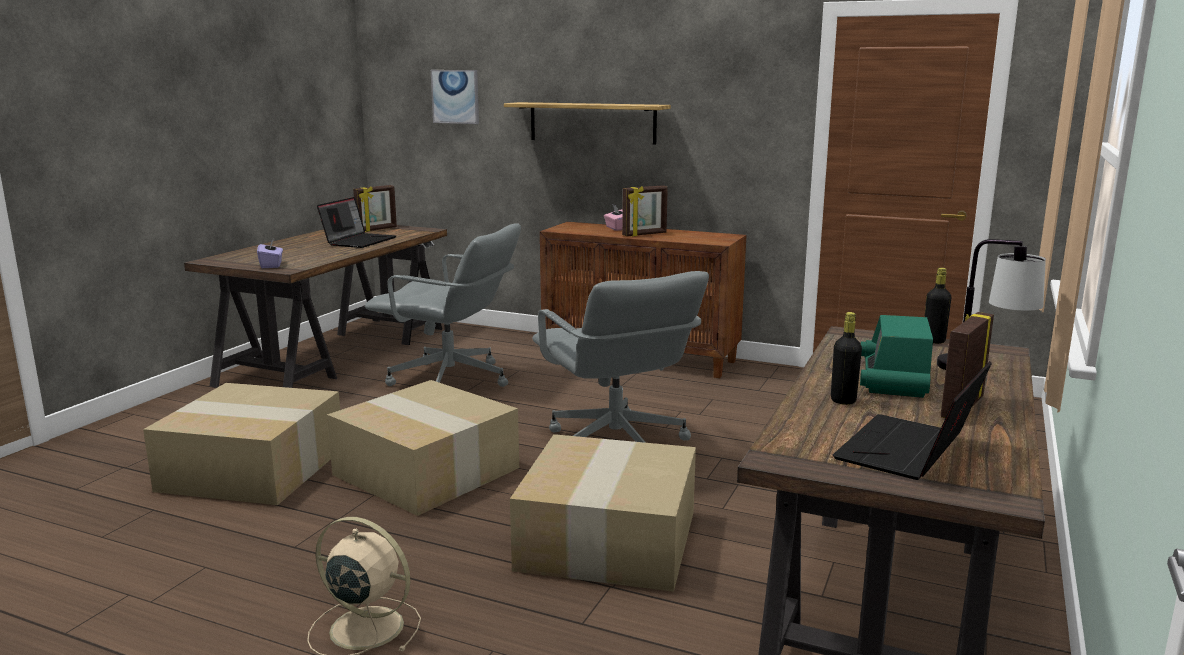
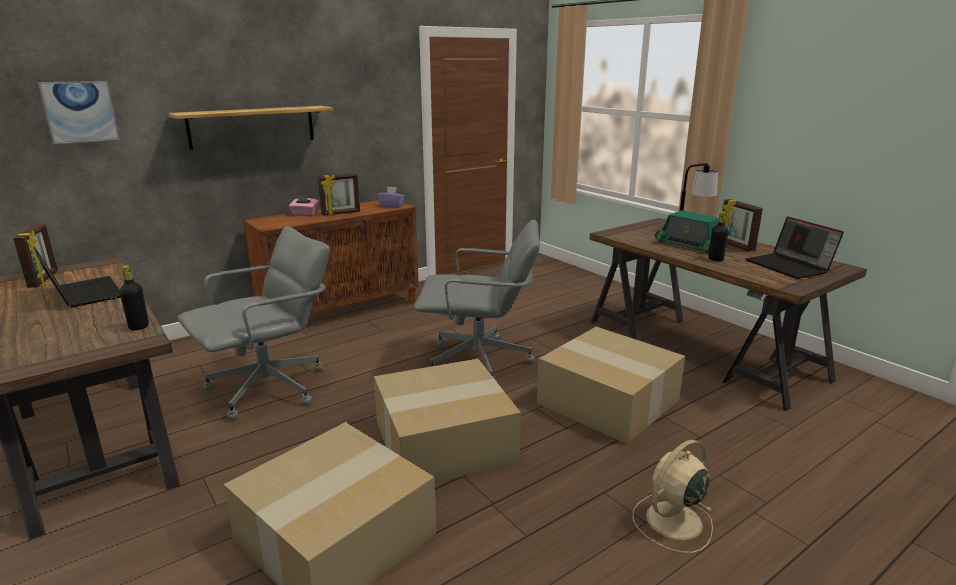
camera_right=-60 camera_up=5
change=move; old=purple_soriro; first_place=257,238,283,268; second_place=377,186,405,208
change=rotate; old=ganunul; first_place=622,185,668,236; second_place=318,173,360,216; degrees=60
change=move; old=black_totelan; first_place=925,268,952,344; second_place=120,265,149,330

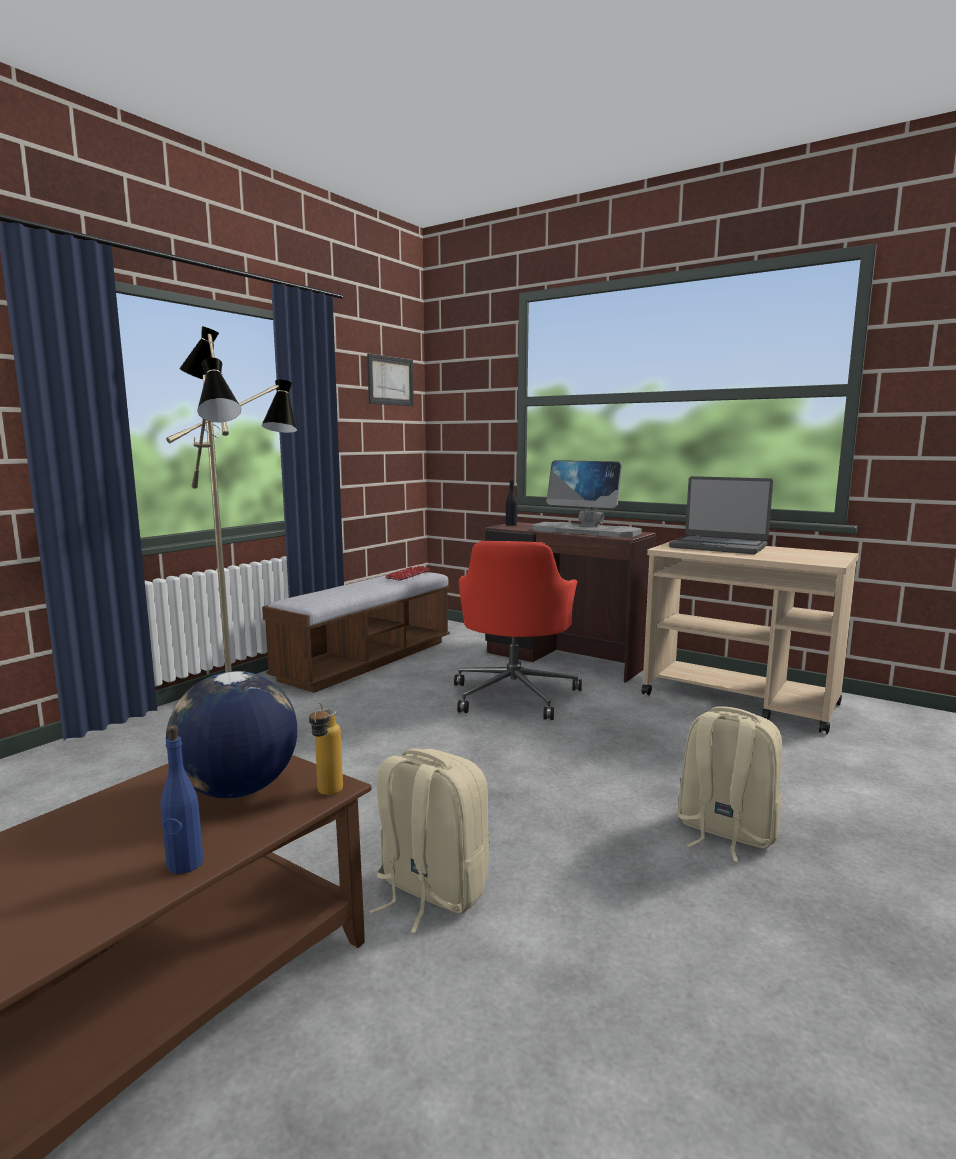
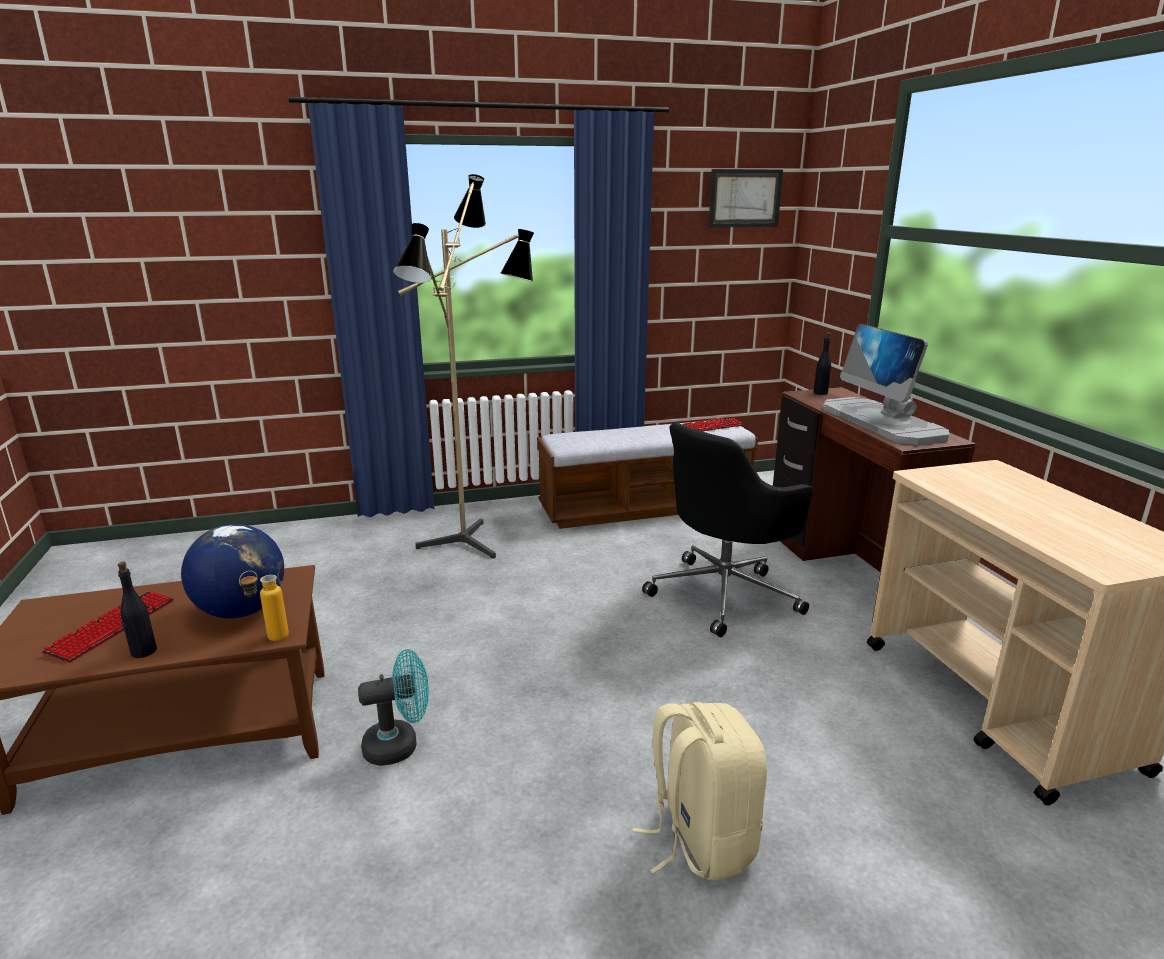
camera_right=40 camera_up=10
change=recolor; old=blue_totelan; new=black_totelan; first_place=161,725,204,874; second_place=118,562,157,658
change=replace; old=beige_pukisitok; new=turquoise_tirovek; first_place=369,748,490,934; second_place=358,649,429,766
change=recolor; old=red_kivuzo; new=black_kivuzo; first_place=454,541,582,720; second_place=642,422,814,637
change=delete; old=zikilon; first_place=669,476,773,554
change=insert; new=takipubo; second_place=42,591,174,663

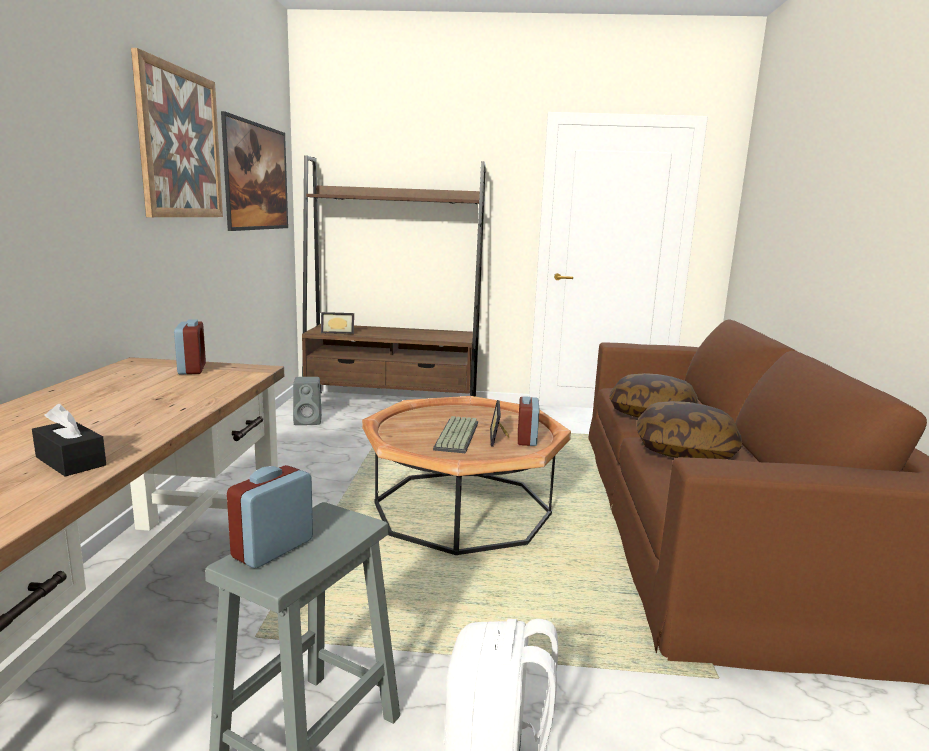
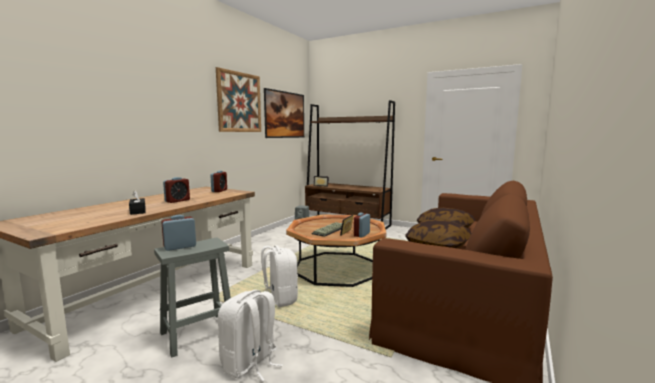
camera_right=25 camera_up=-5
change=insert; new=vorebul; second_place=163,177,190,203
change=insert; new=white_pukisitok; second_place=261,245,298,307

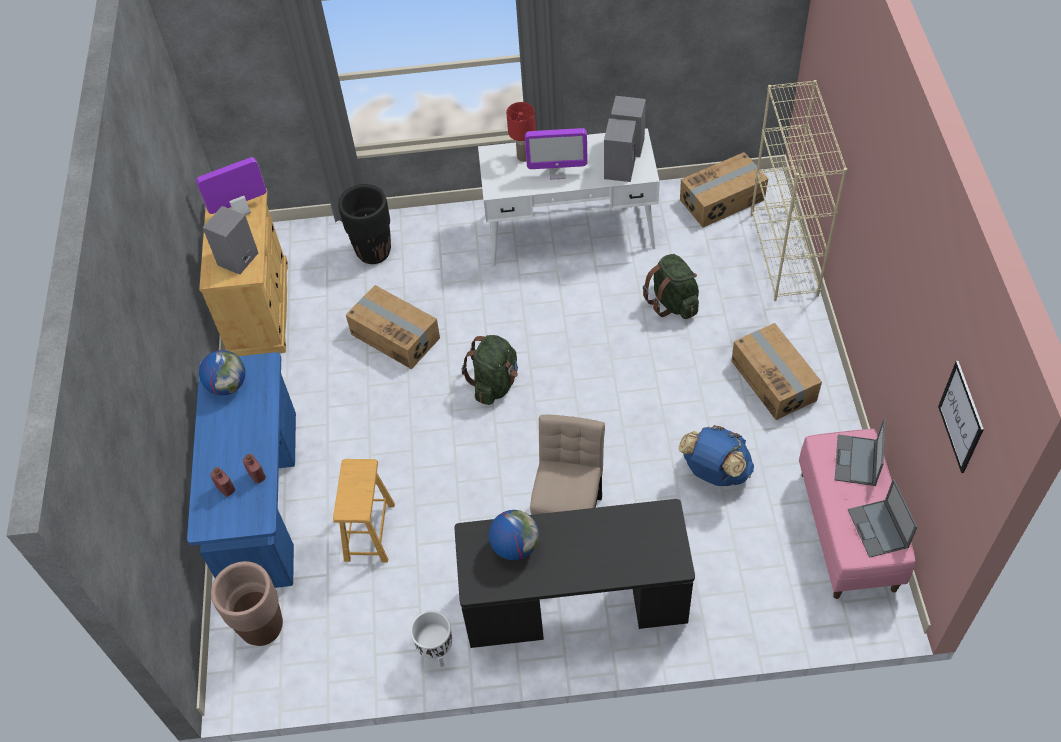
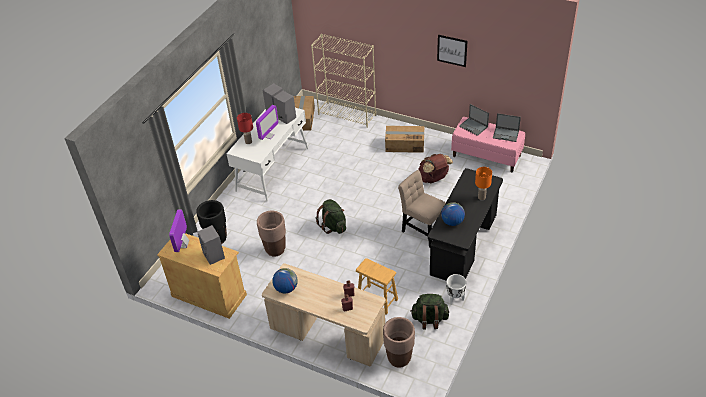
camera_right=-60 camera_up=-10
change=recolor; old=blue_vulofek; new=beige_vulofek; first_place=187,352,296,588; second_place=262,263,386,367
change=replace; old=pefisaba; new=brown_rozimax; first_place=346,285,440,369; second_place=257,211,286,257
change=move; old=green_pukisitok; first_place=643,254,699,319; second_place=410,294,449,329
change=recolor; old=blue_pukisitok; new=brown_pukisitok; first_place=678,425,754,486; second_place=418,154,453,183
change=move; old=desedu; first_place=938,361,984,473; second_place=437,35,468,67
change=insert; new=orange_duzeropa; second_place=475,167,492,200

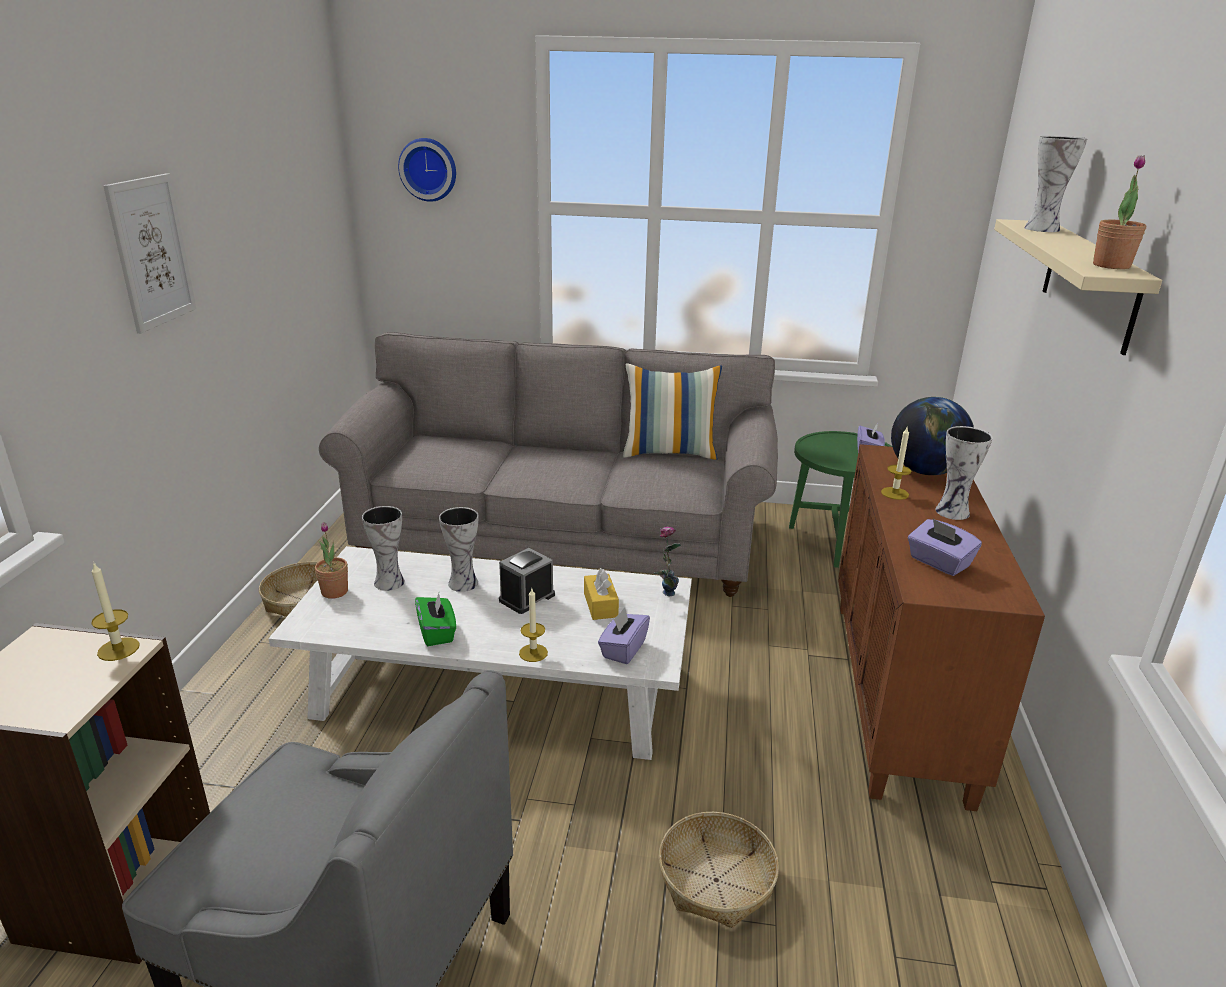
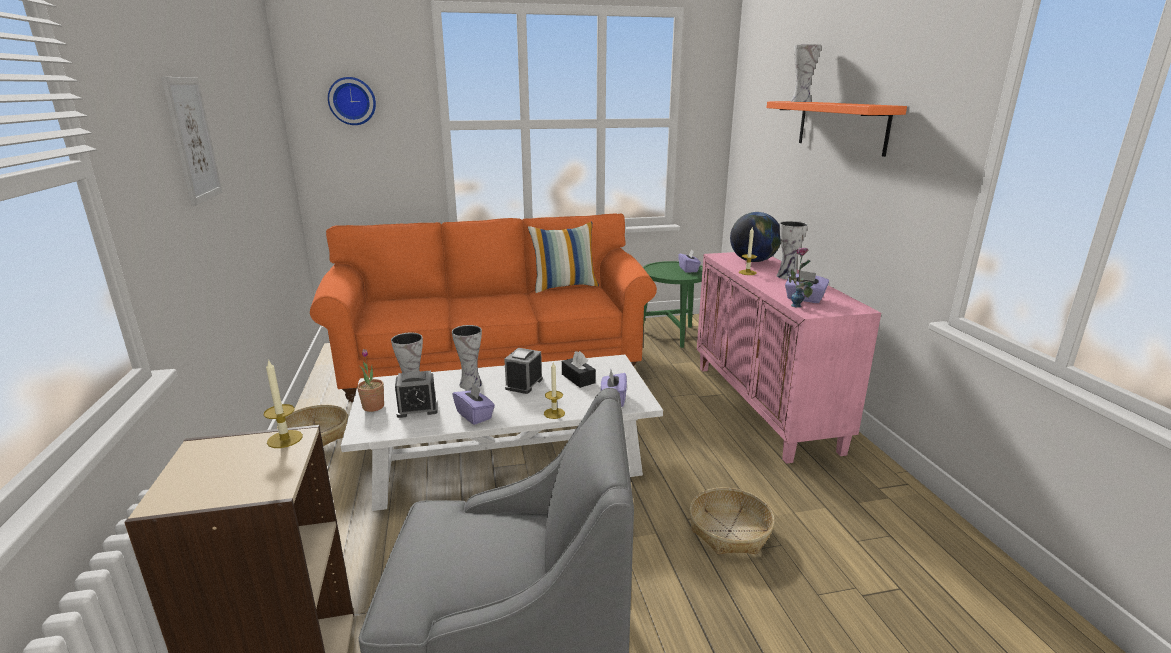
camera_right=-20 camera_up=-5
change=recolor; old=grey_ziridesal; new=orange_ziridesal; first_place=319,332,778,597; second_place=310,213,657,402
change=recolor; old=green_soriro; new=purple_soriro; first_place=415,593,456,646; second_place=452,384,495,425
change=recolor; old=yellow_soriro; new=black_soriro; first_place=584,568,619,620; second_place=562,351,596,388
change=move; old=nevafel; first_place=654,527,681,596; second_place=789,247,813,308
change=recolor; old=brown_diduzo; new=pink_diduzo; first_place=838,444,1045,811; second_place=697,252,881,464
change=recolor; old=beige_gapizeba; new=orange_gapizeba; first_place=994,219,1162,355; second_place=767,101,907,157
change=delete; old=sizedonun; first_place=1093,155,1147,269
change=insert; new=vorebul; second_place=395,371,438,418

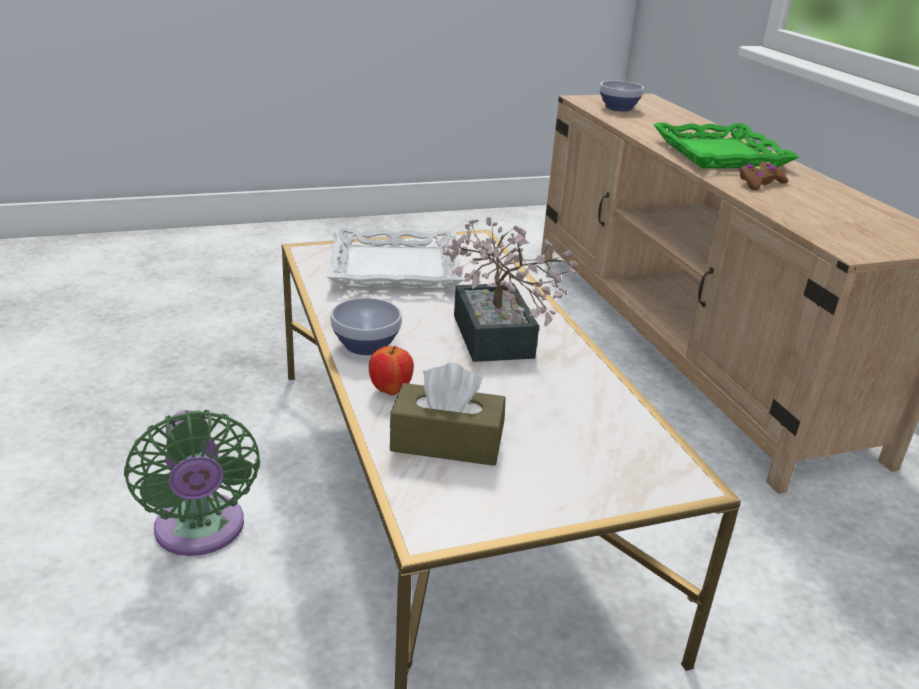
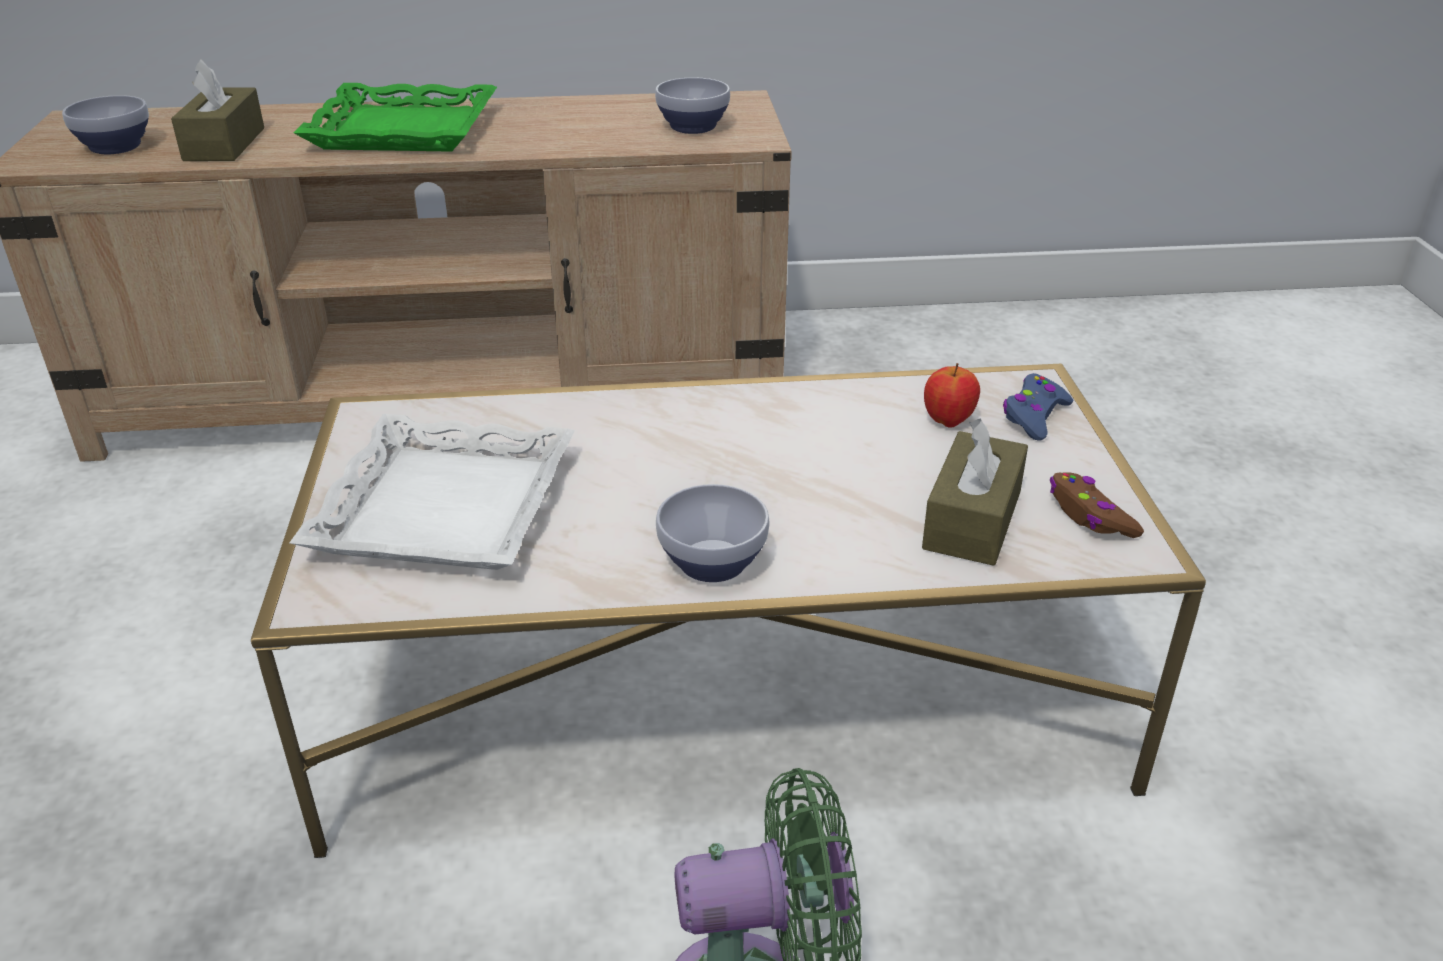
camera_right=-75 camera_up=5
change=move; old=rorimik; first_place=369,346,414,395; second_place=924,363,980,428
change=delete; old=sizedonun; first_place=443,217,579,362
change=move; old=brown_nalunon; first_place=739,162,788,190; second_place=1050,473,1144,538
change=insert; new=brown_soriro; second_place=171,59,264,161
change=insert; new=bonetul; second_place=655,77,730,134
change=insert; new=blue_nalunon; second_place=1003,373,1073,440

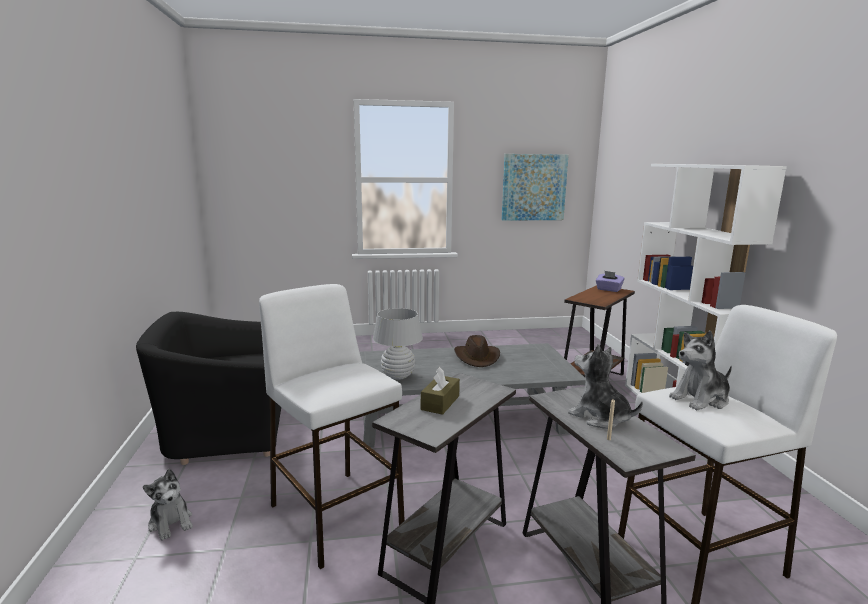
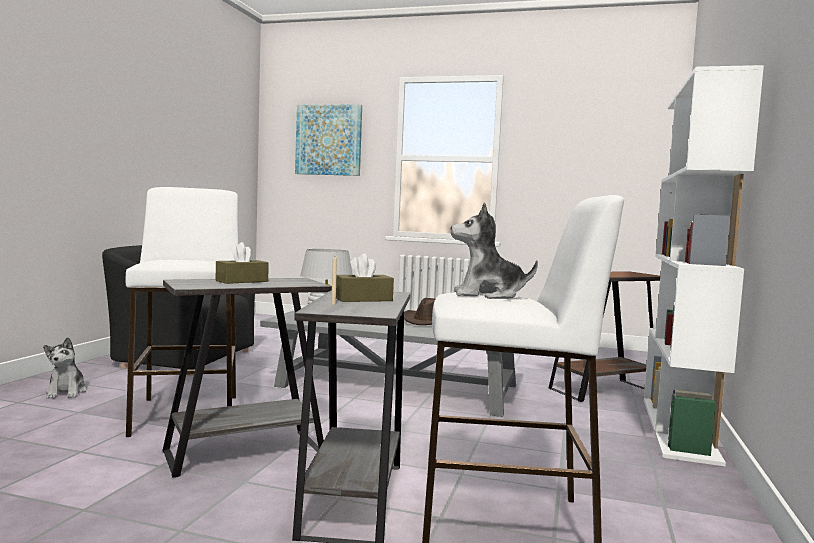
camera_right=25 camera_up=-10
change=move; old=desedu; first_place=502,154,569,221; second_place=295,104,362,176
change=replace; old=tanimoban; new=brown_soriro; first_place=568,344,643,428; second_place=336,254,394,302
change=delete; old=purple_soriro; first_place=596,271,625,292

